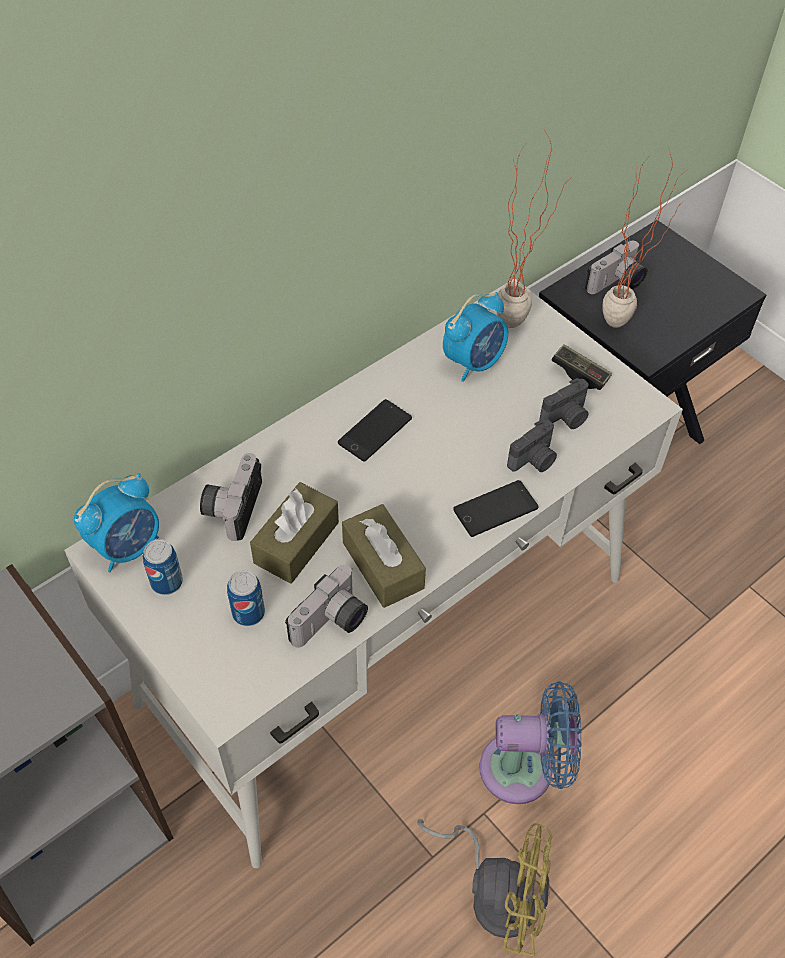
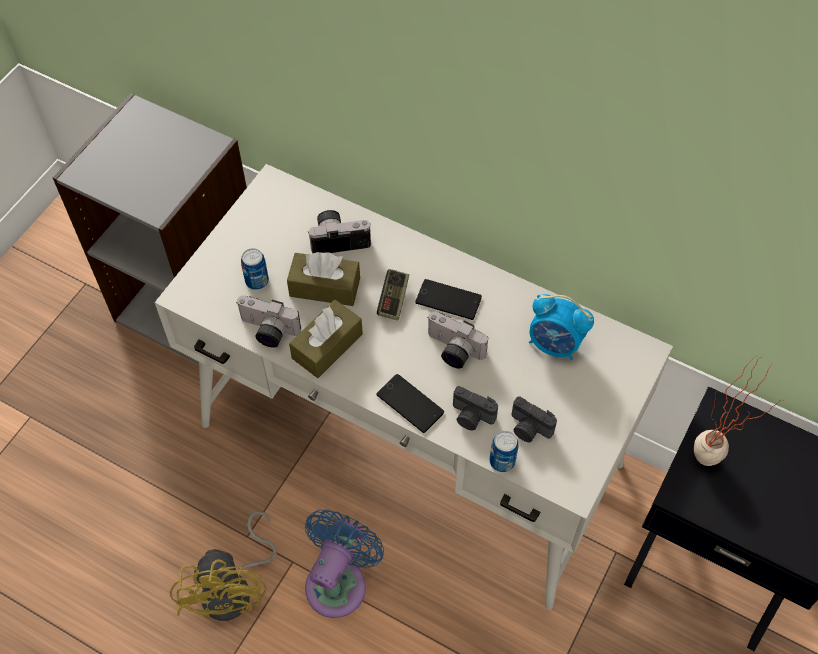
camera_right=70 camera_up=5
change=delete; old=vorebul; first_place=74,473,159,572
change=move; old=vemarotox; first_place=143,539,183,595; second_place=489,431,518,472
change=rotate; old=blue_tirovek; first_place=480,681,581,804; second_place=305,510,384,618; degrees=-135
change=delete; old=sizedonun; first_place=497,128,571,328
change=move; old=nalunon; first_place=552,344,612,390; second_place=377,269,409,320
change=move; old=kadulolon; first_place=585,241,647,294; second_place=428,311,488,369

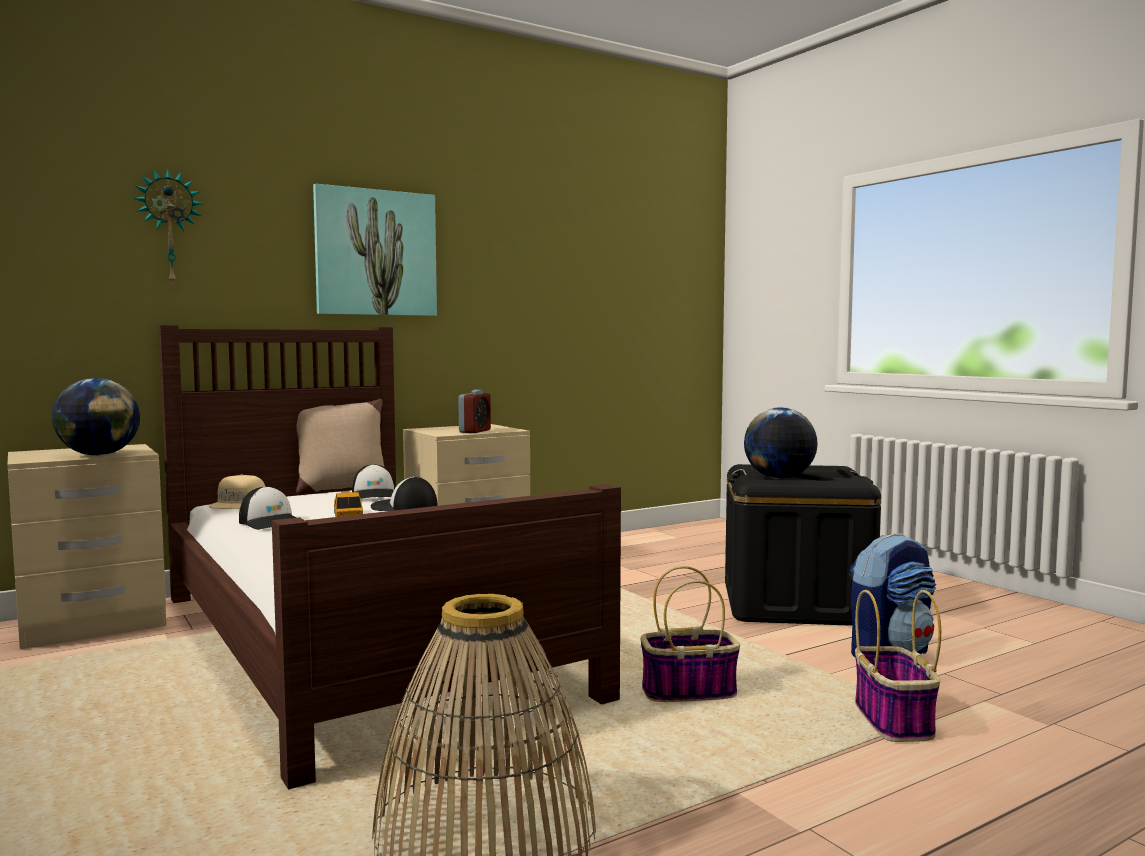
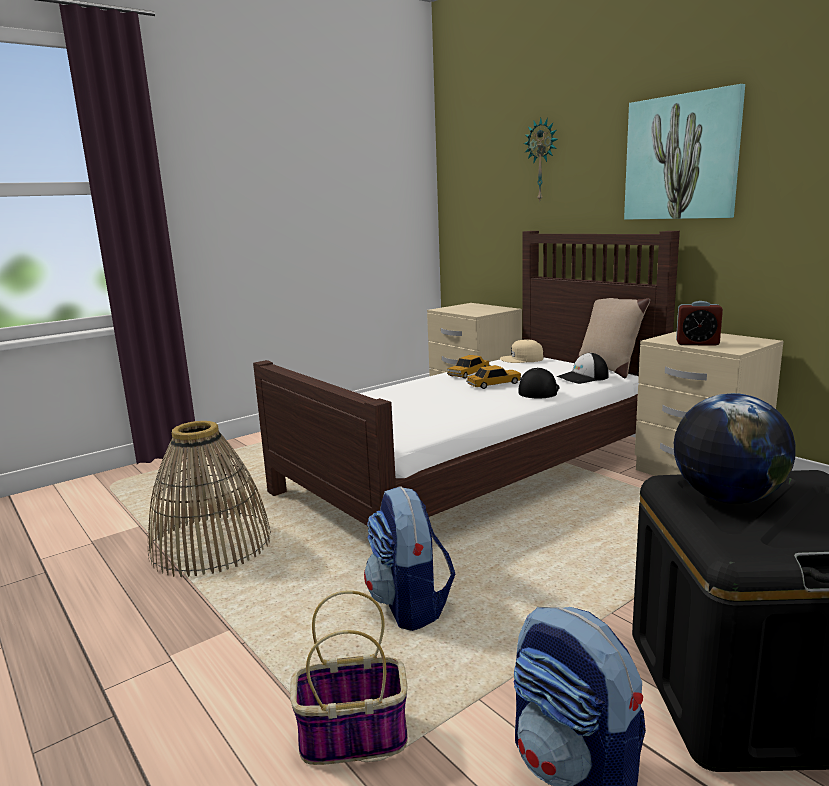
camera_right=85 camera_up=10
change=delete; old=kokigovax; first_place=52,378,140,456
change=replace; old=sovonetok; new=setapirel; first_place=239,486,296,530; second_place=447,355,490,379
change=replace; old=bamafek; new=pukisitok; first_place=640,566,740,702; second_place=364,486,455,631

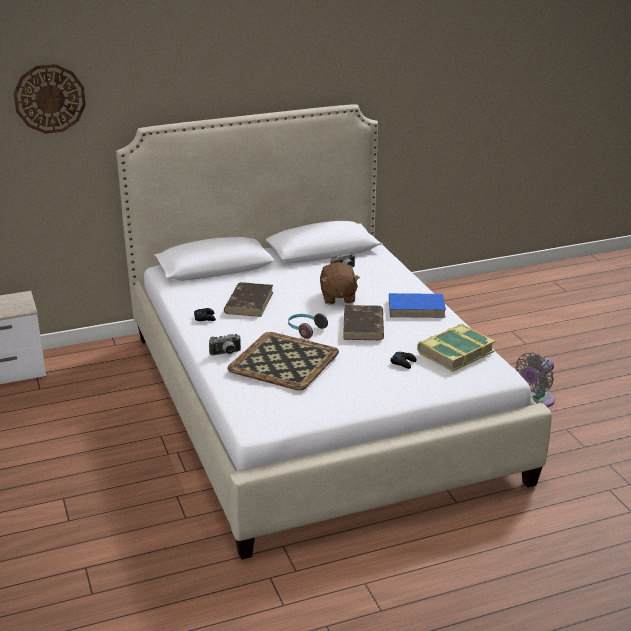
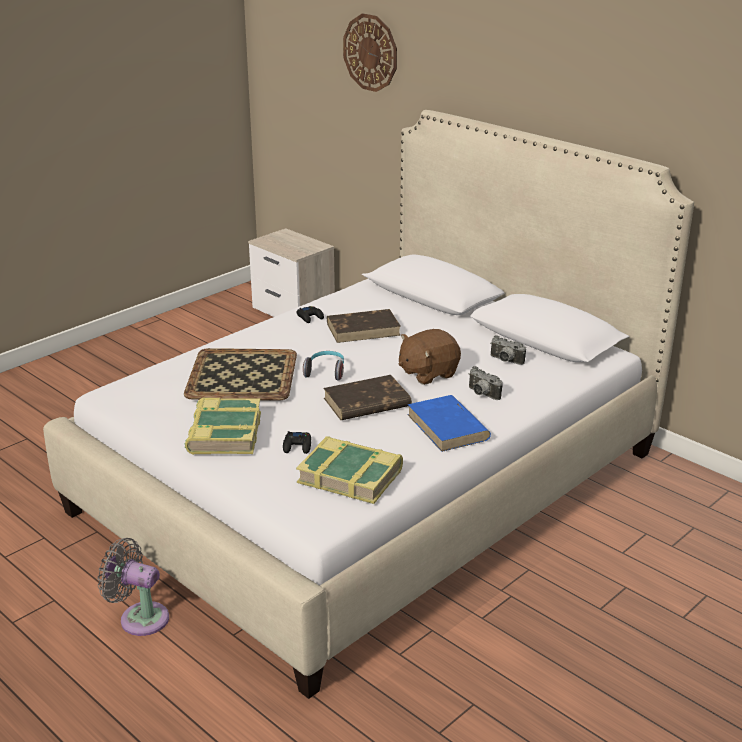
camera_right=65 camera_up=0
change=move; old=kadulolon; first_place=209,334,241,355; second_place=469,366,503,400
change=move; old=grey_tirovek; first_place=515,352,555,407; second_place=98,538,169,636
change=insert; new=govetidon; second_place=184,397,261,455

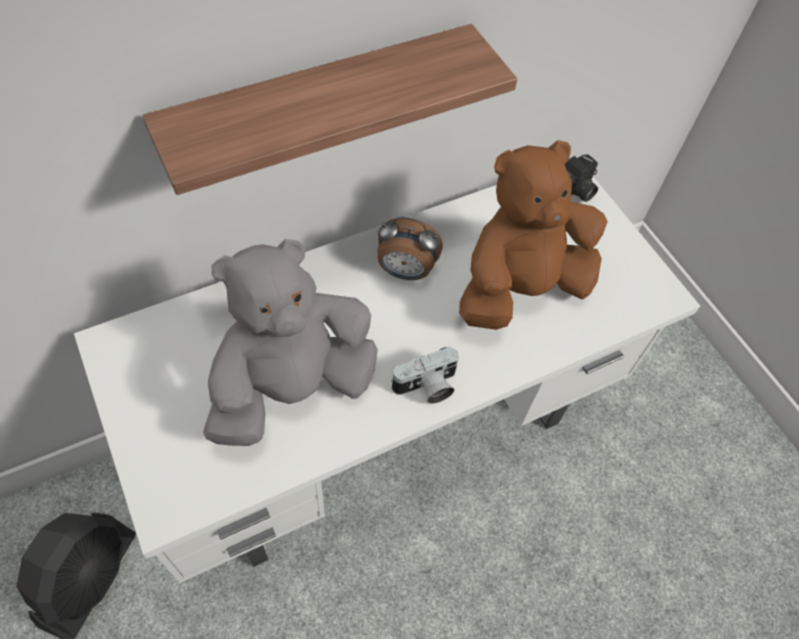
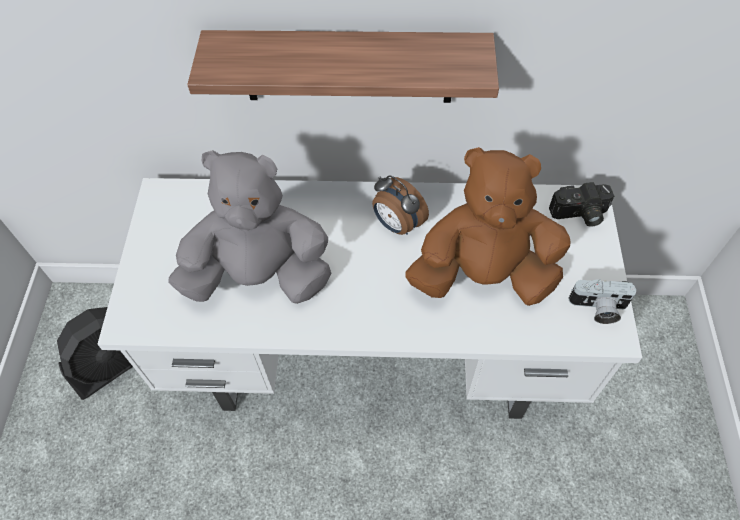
camera_right=35 camera_up=0
change=move; old=kadulolon; first_place=391,347,459,404; second_place=568,279,636,324

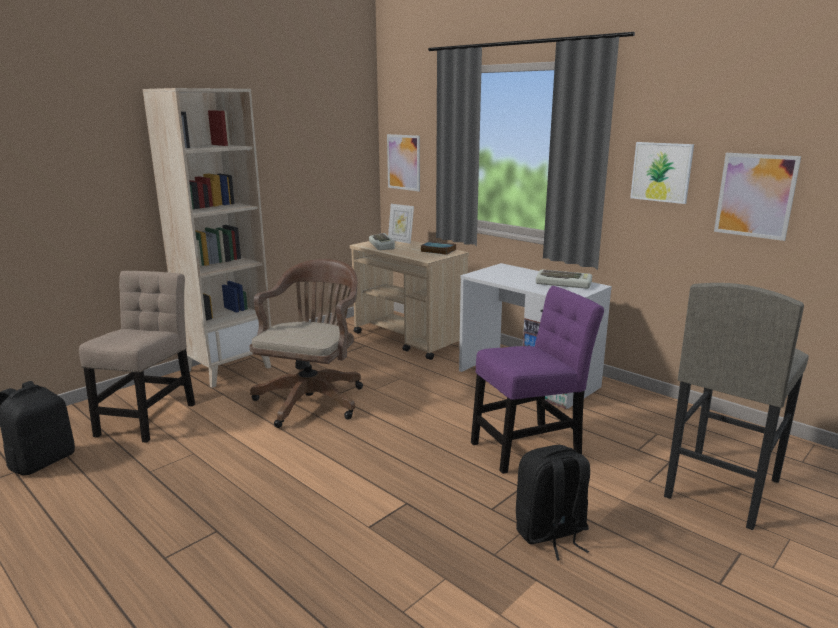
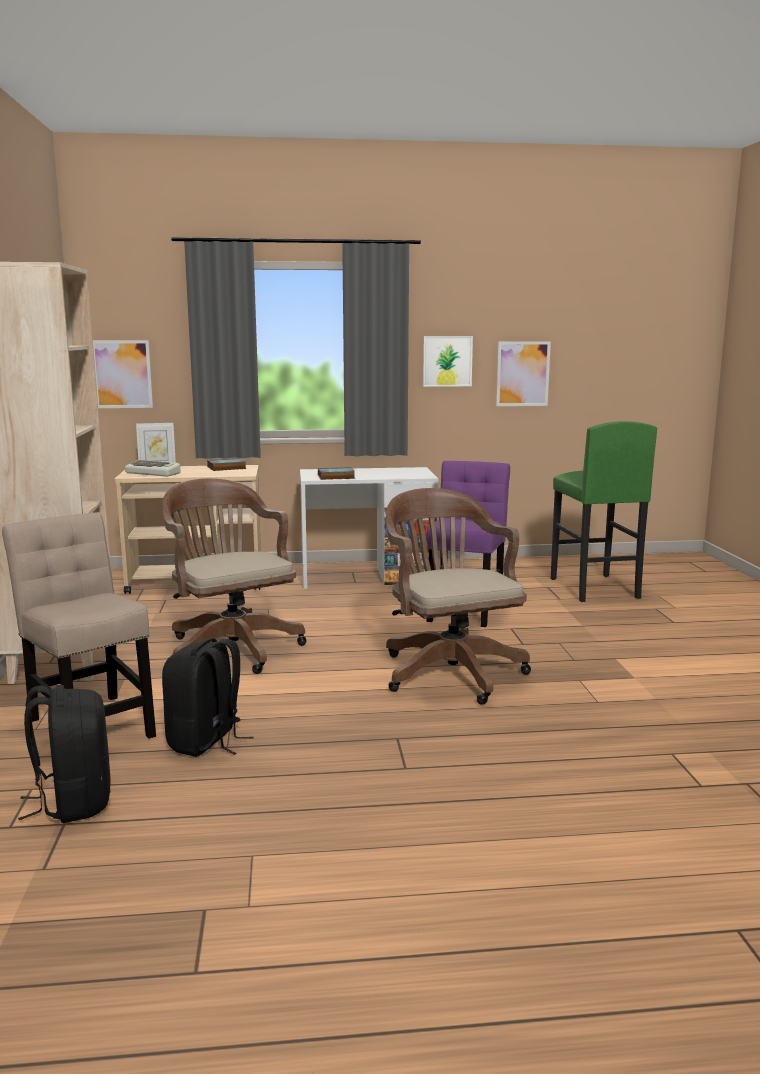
camera_right=-50 camera_up=-5
change=move; old=black_pukisitok; first_place=516,445,590,560; second_place=162,638,254,757
change=delete; old=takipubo; first_place=536,270,592,289
change=recolor; old=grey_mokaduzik; new=green_mokaduzik; first_place=664,283,809,530; second_place=551,421,657,602
change=insert; new=govetidon; second_place=318,467,355,480
change=insert; new=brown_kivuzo; second_place=386,488,531,705

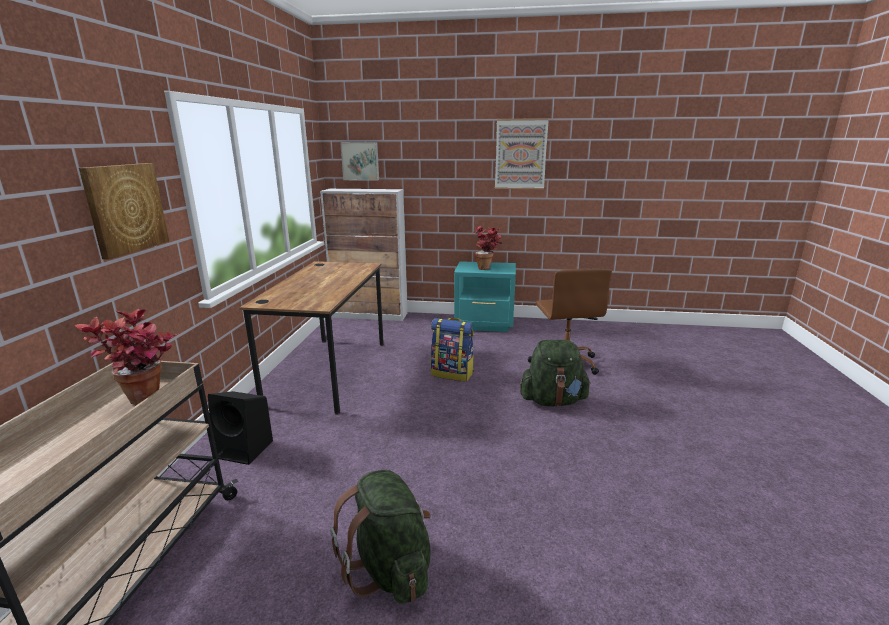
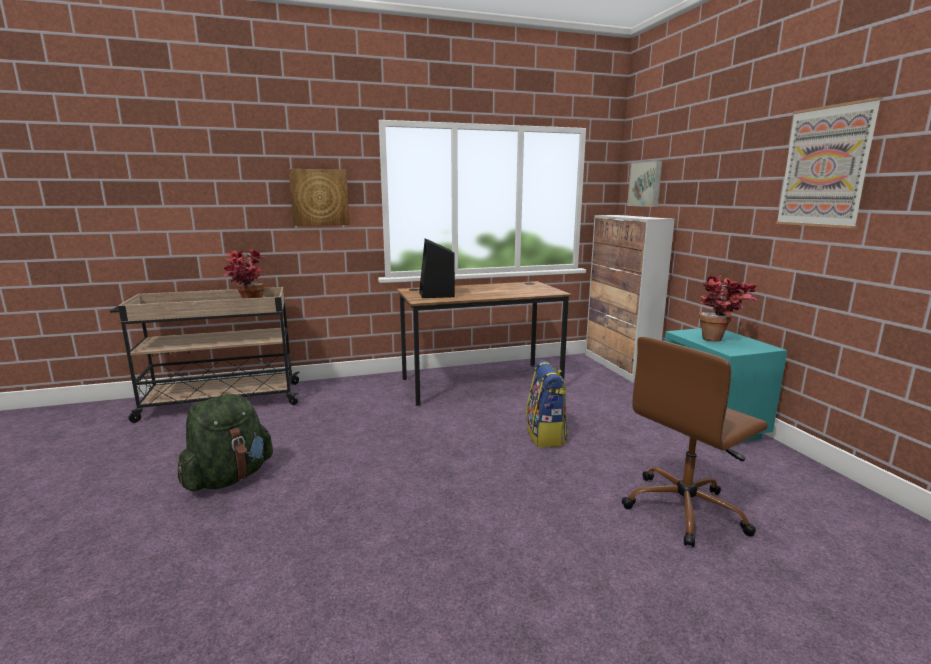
camera_right=65 camera_up=-5
change=move; old=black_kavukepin; first_place=208,391,273,465; second_place=419,238,455,298
change=delete; old=green_pukisitok; first_place=520,340,591,407

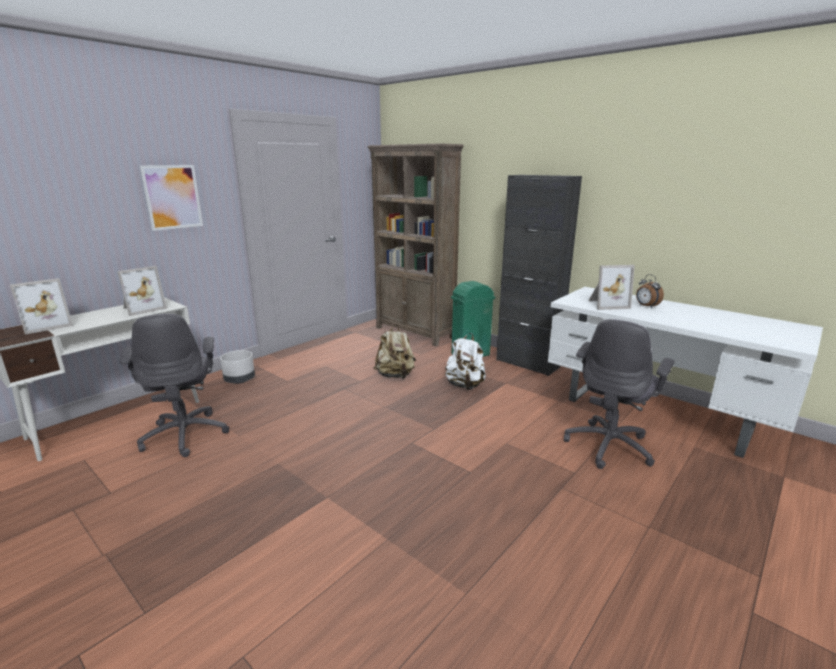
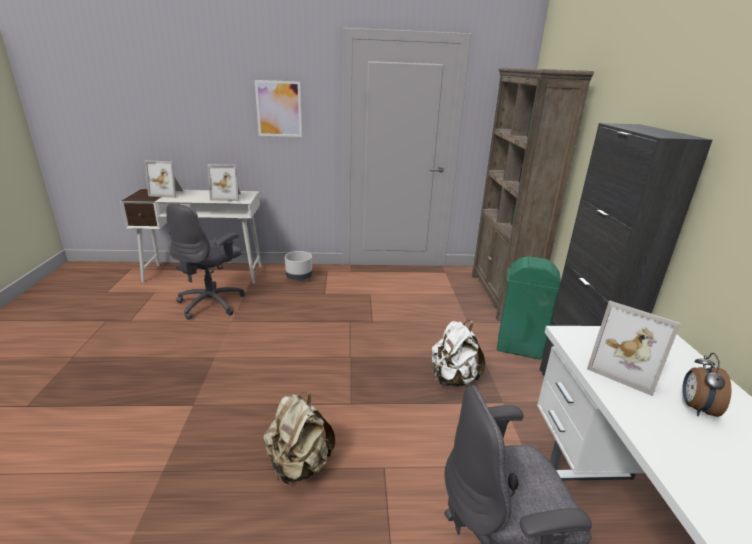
camera_right=45 camera_up=5
change=move; old=beige_pukisitok; first_place=373,325,416,379; second_place=263,392,335,484

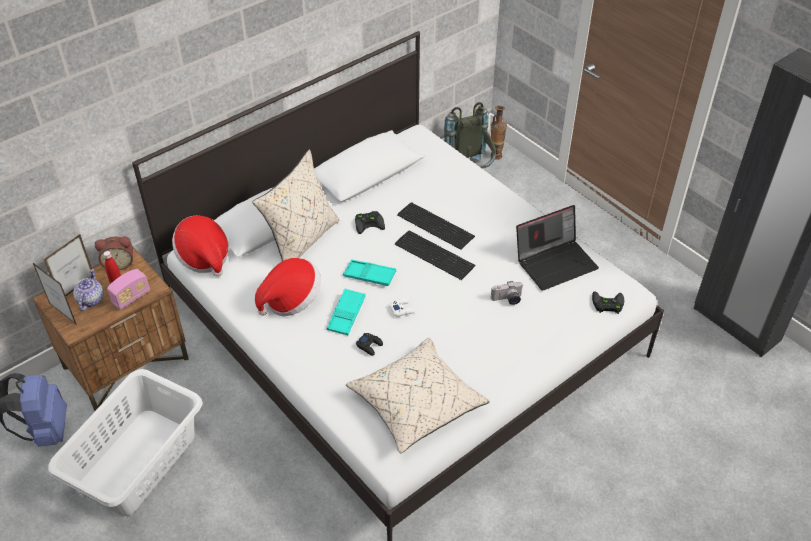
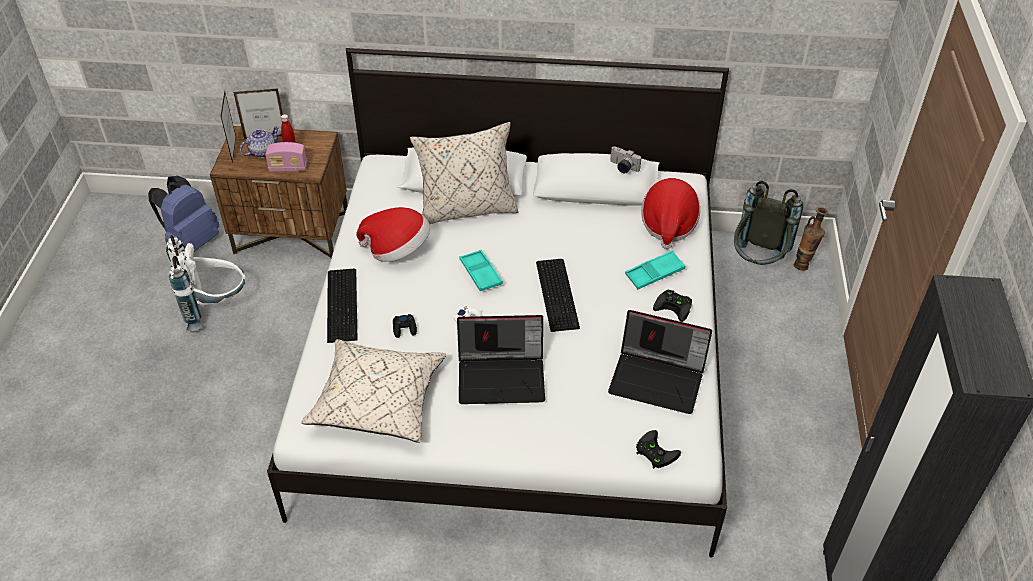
camera_right=45 camera_up=0
change=replace; old=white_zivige; new=white_pukisitok; first_place=48,369,203,516; second_place=166,235,245,331
change=delete; old=vorebul; first_place=95,236,133,270
change=move; old=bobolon; first_place=172,215,229,277; second_place=641,178,700,249
change=move; old=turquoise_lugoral; first_place=327,288,366,335; second_place=625,250,685,289
change=move; old=black_nalunon; first_place=355,211,385,234; second_place=653,290,692,322
change=move; old=takipubo; first_place=397,202,475,250; second_place=327,269,357,343
change=move; old=kadulolon; first_place=491,281,524,305; second_place=610,146,641,174
change=insert; new=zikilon; second_place=457,315,545,404

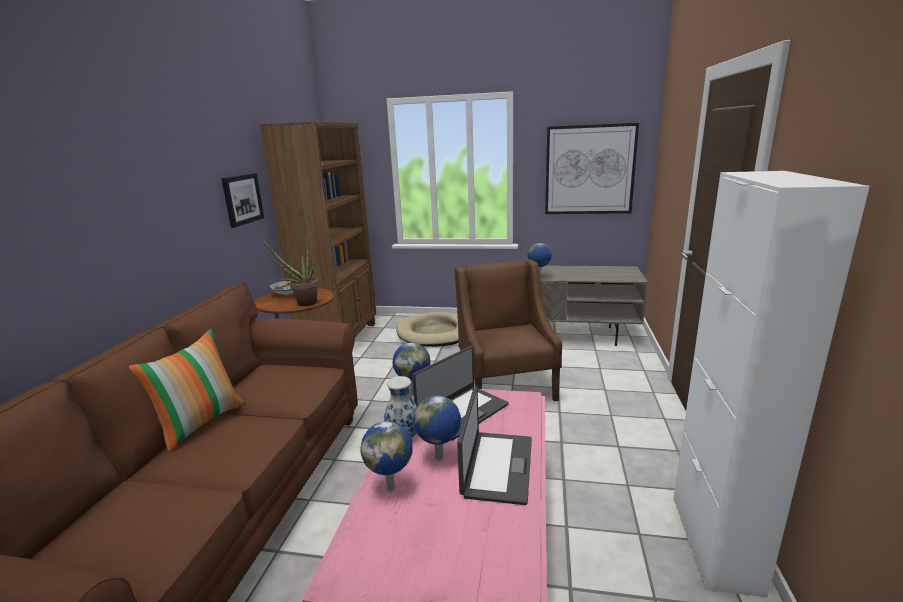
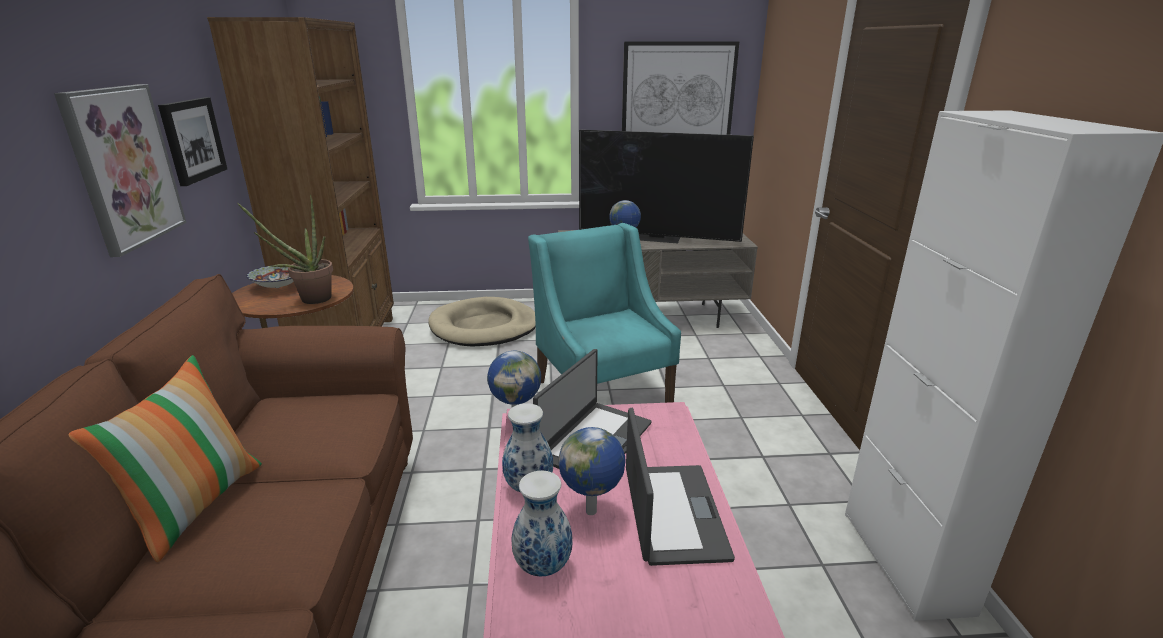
camera_right=-15 camera_up=5
change=replace; old=kokigovax; new=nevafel; first_place=360,421,413,491; second_place=512,471,573,577
change=recolor; old=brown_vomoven; new=turquoise_vomoven; first_place=454,259,562,401; second_place=528,223,681,403
change=insert; new=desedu; second_place=54,84,187,257
change=insert; new=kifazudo; second_place=579,130,754,243

